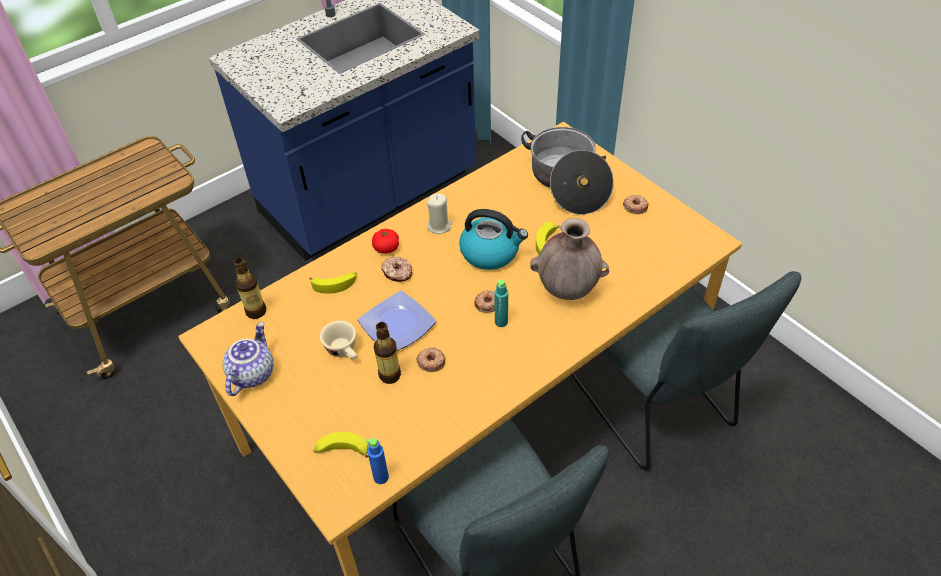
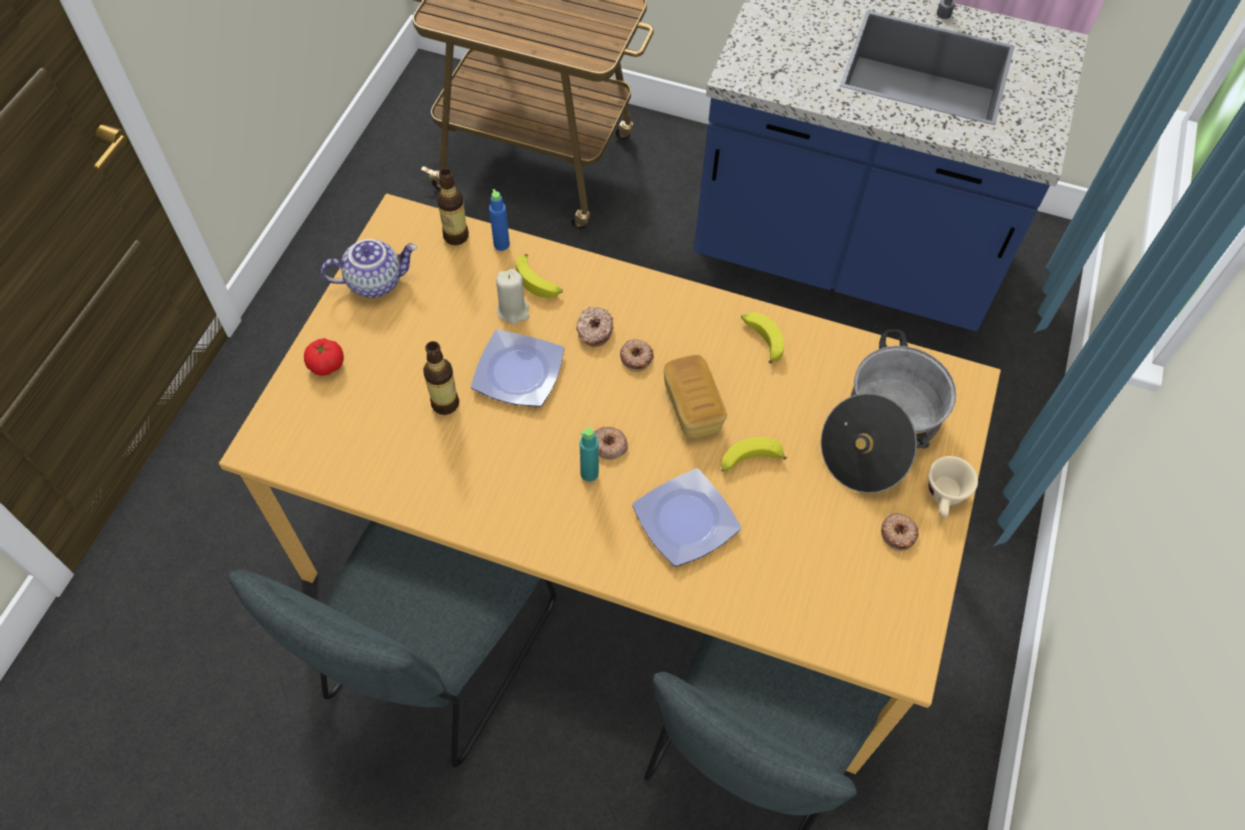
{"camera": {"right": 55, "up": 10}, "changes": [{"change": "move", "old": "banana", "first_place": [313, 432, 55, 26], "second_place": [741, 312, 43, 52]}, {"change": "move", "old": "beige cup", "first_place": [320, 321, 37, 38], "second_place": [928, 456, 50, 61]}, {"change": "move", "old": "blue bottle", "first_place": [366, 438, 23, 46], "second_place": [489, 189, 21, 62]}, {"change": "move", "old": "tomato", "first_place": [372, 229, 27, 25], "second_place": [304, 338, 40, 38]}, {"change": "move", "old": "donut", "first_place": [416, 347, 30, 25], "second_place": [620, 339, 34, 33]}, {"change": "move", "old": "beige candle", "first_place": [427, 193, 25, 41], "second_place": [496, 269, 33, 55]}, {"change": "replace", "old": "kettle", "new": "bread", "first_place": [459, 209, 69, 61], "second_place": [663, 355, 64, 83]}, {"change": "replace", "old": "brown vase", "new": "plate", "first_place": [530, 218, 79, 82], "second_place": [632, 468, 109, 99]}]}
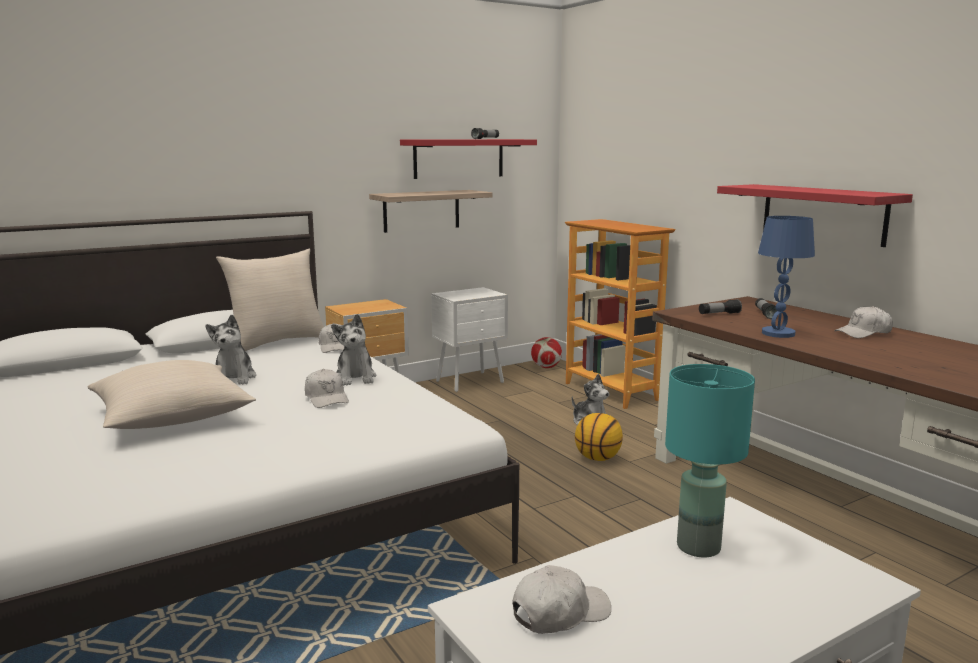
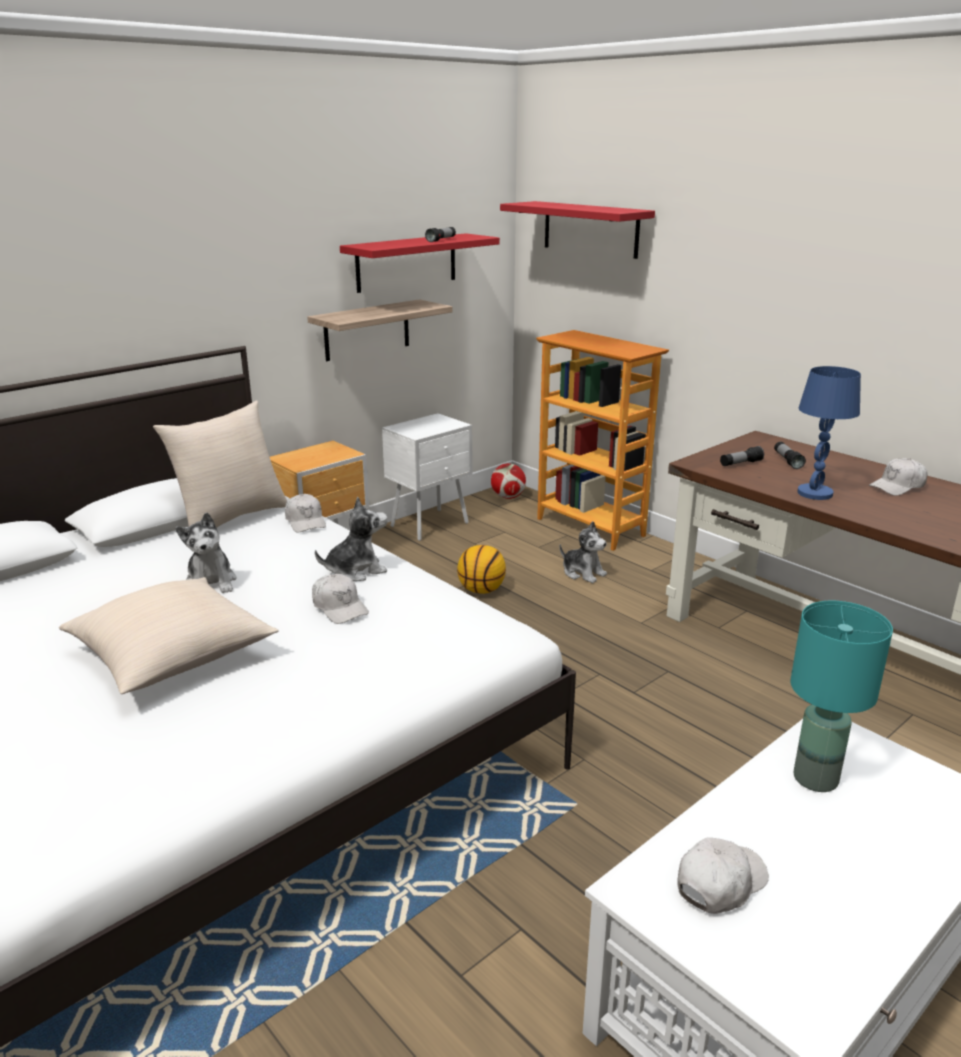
{"camera": {"right": -10, "up": 10}, "changes": [{"change": "move", "old": "basketball", "first_place": [575, 413, 48, 48], "second_place": [457, 545, 49, 49]}, {"change": "move", "old": "red shelf", "first_place": [717, 184, 196, 63], "second_place": [500, 201, 155, 58]}, {"change": "rotate", "old": "plush toy", "first_place": [331, 314, 46, 72], "second_place": [315, 497, 73, 84], "degrees": -90}]}
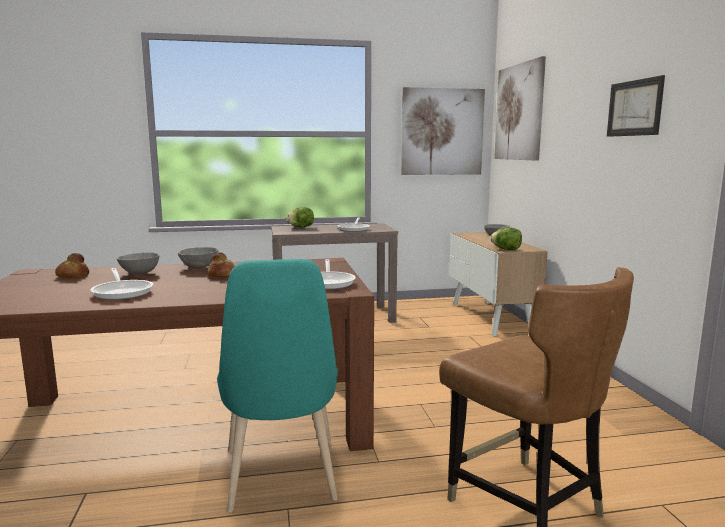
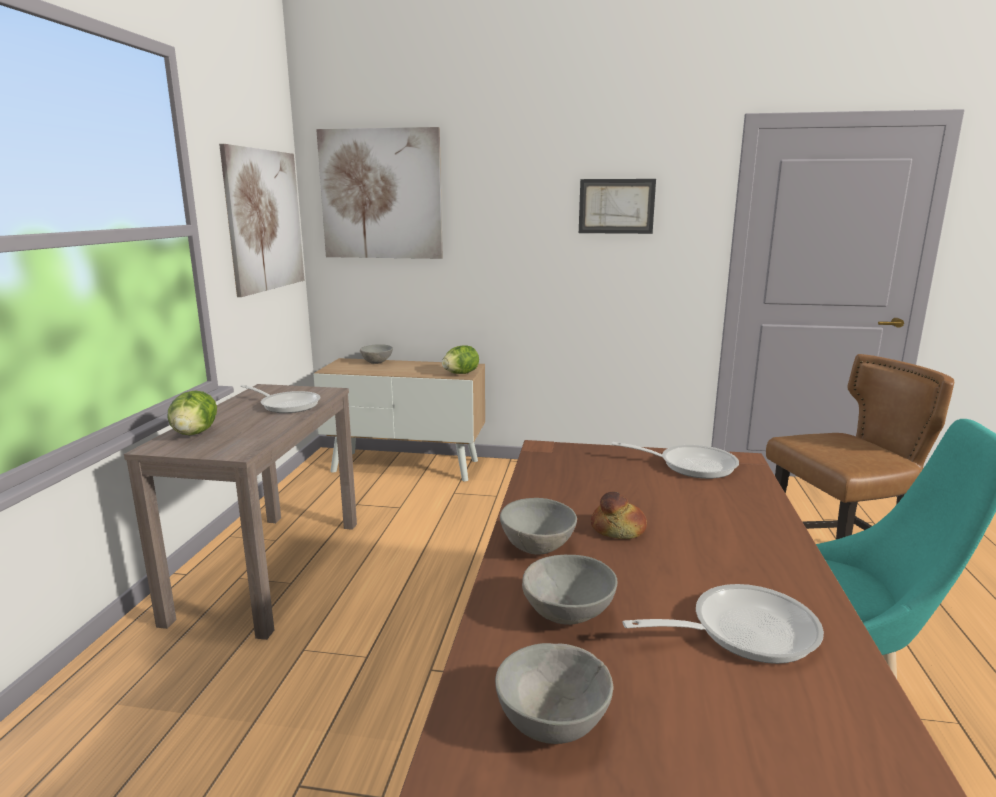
{"camera": {"right": -70, "up": 5}, "changes": [{"change": "replace", "old": "bread", "new": "grey bowl", "first_place": [55, 253, 34, 25], "second_place": [495, 643, 118, 101]}]}
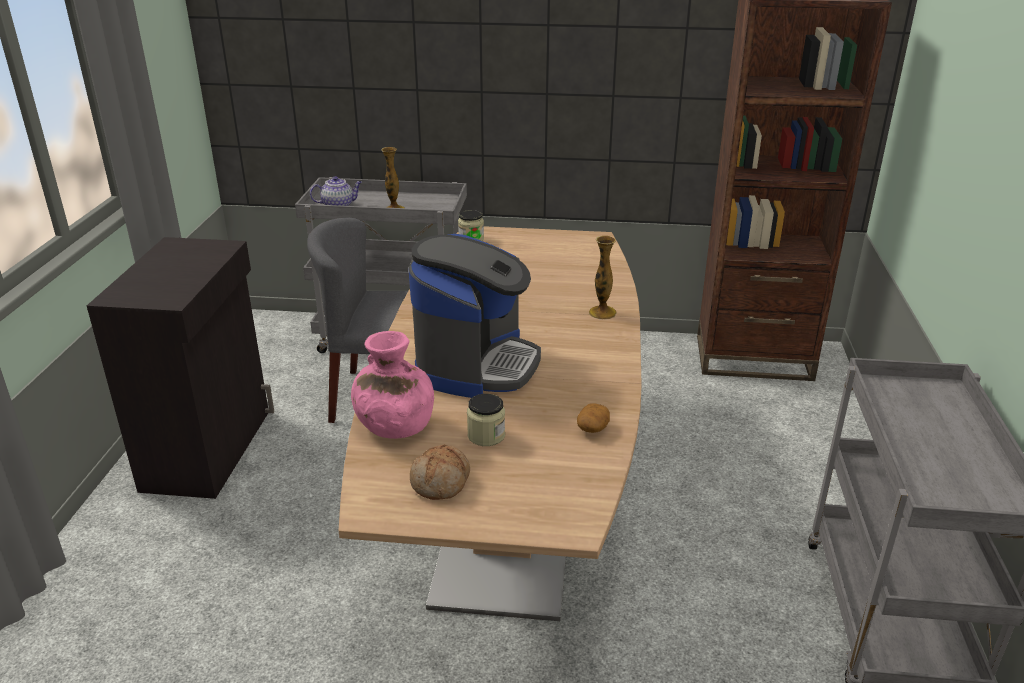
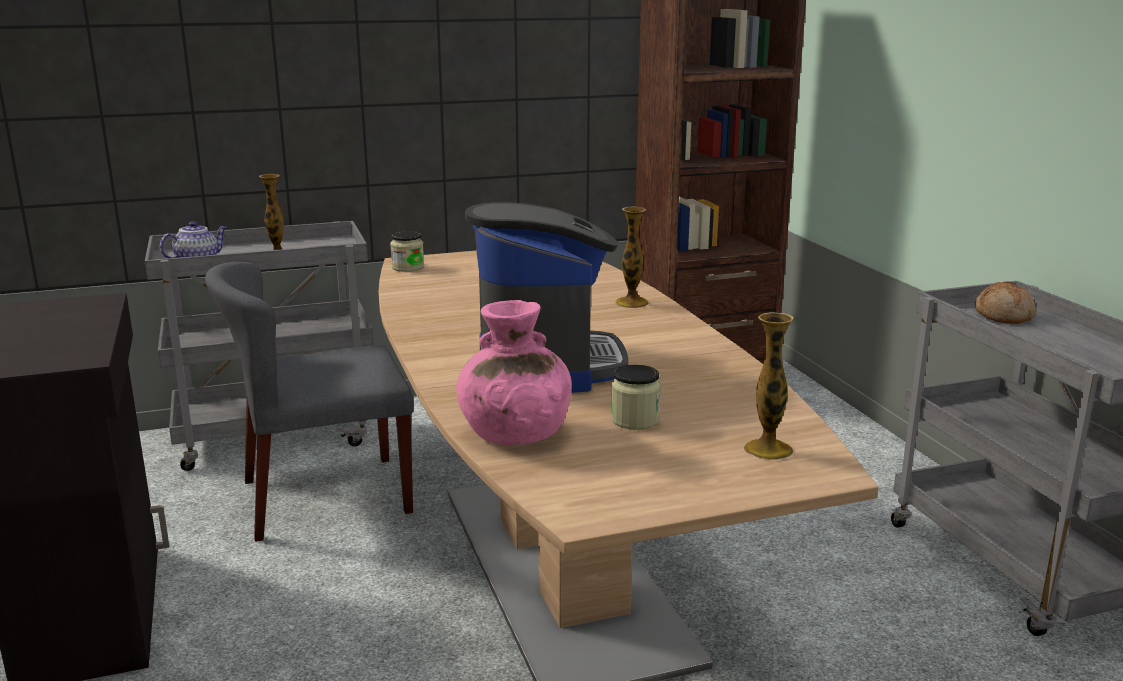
{"camera": {"right": -25, "up": -10}, "changes": [{"change": "delete", "old": "potato", "first_place": [577, 403, 33, 30]}, {"change": "insert", "new": "vase", "second_place": [744, 312, 49, 148]}, {"change": "move", "old": "bread", "first_place": [410, 445, 60, 55], "second_place": [975, 282, 61, 42]}]}
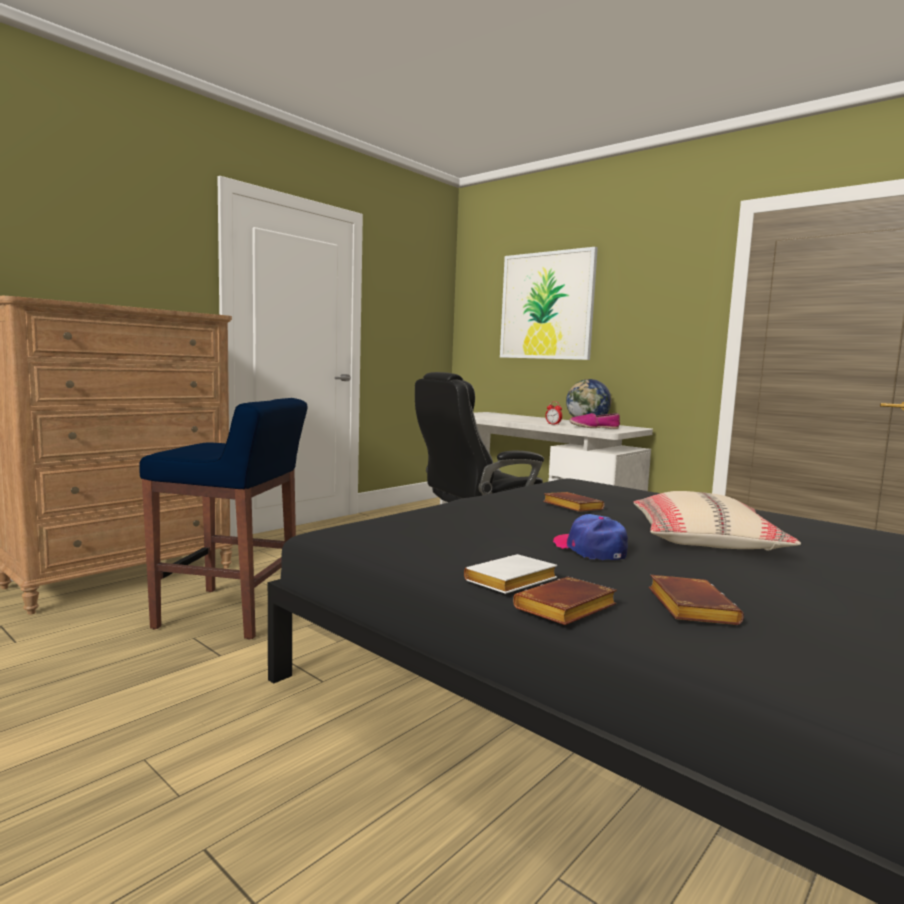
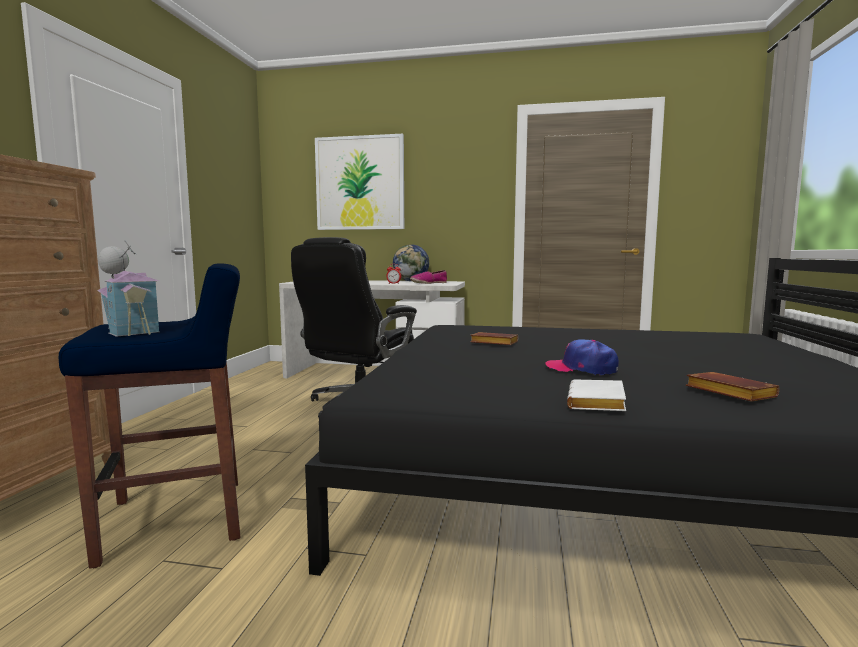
{"camera": {"right": -30, "up": 0}, "changes": [{"change": "delete", "old": "brown book", "first_place": [513, 577, 104, 48]}, {"change": "delete", "old": "beige pillow", "first_place": [633, 491, 168, 60]}, {"change": "insert", "new": "toy house", "second_place": [97, 241, 63, 96]}]}
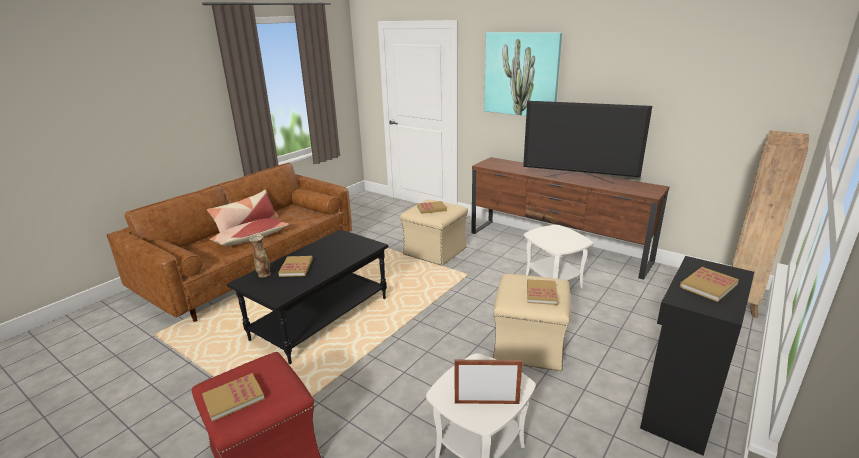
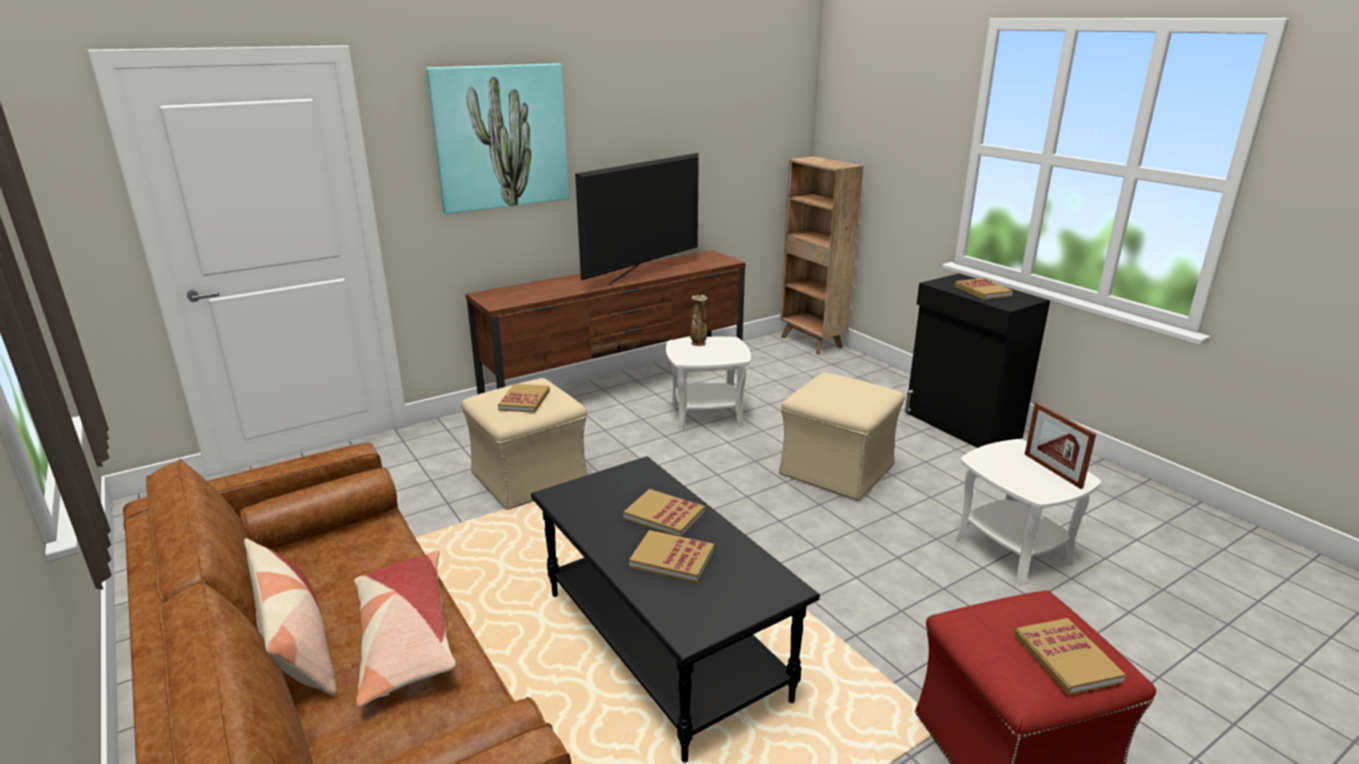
{"camera": {"right": -70, "up": 0}, "changes": [{"change": "move", "old": "vase", "first_place": [249, 235, 22, 43], "second_place": [690, 295, 18, 51]}, {"change": "move", "old": "book", "first_place": [527, 279, 31, 26], "second_place": [623, 489, 82, 48]}, {"change": "rotate", "old": "picture frame", "first_place": [455, 360, 67, 44], "second_place": [1025, 402, 71, 87], "degrees": -45}]}
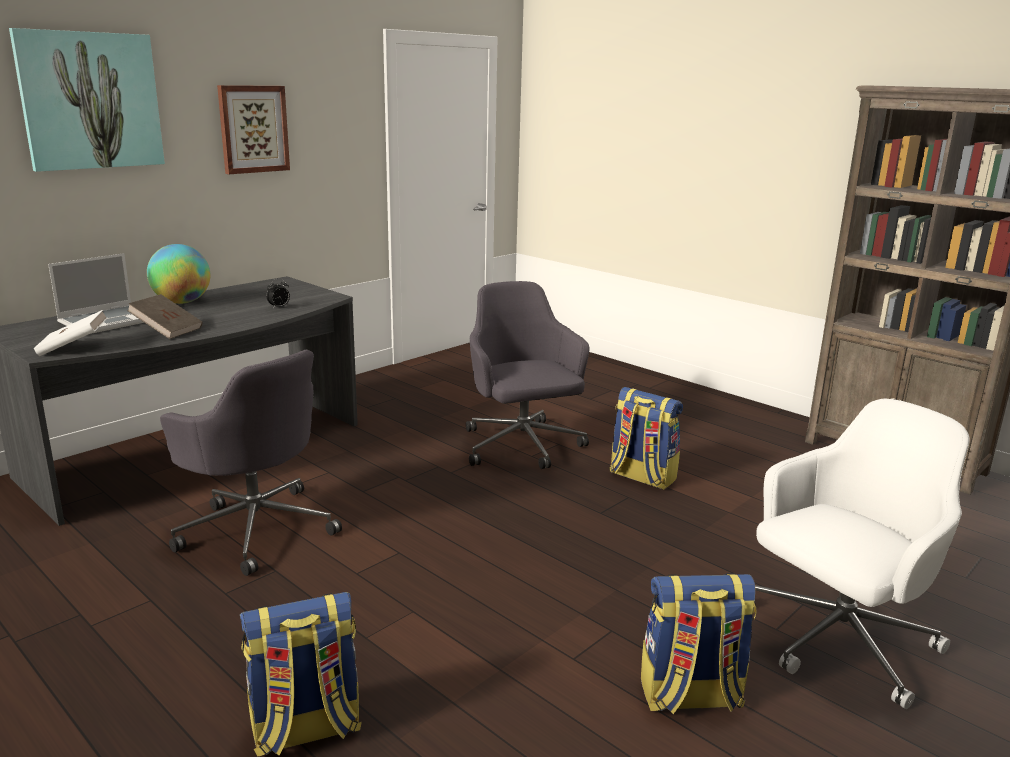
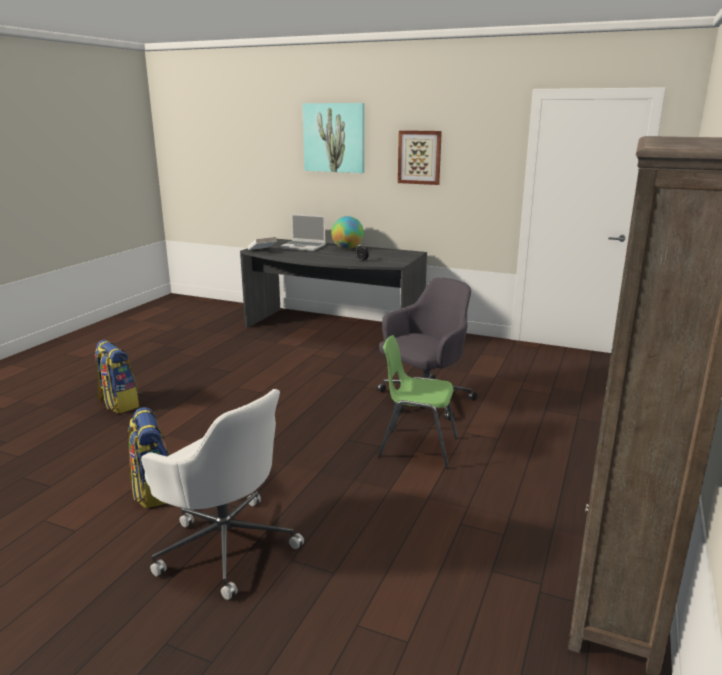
{"camera": {"right": 70, "up": 0}, "changes": [{"change": "delete", "old": "brown book", "first_place": [127, 294, 75, 45]}, {"change": "delete", "old": "grey office chair", "first_place": [160, 350, 182, 226]}, {"change": "replace", "old": "backpack", "new": "green chair", "first_place": [610, 387, 73, 103], "second_place": [378, 335, 80, 134]}]}
